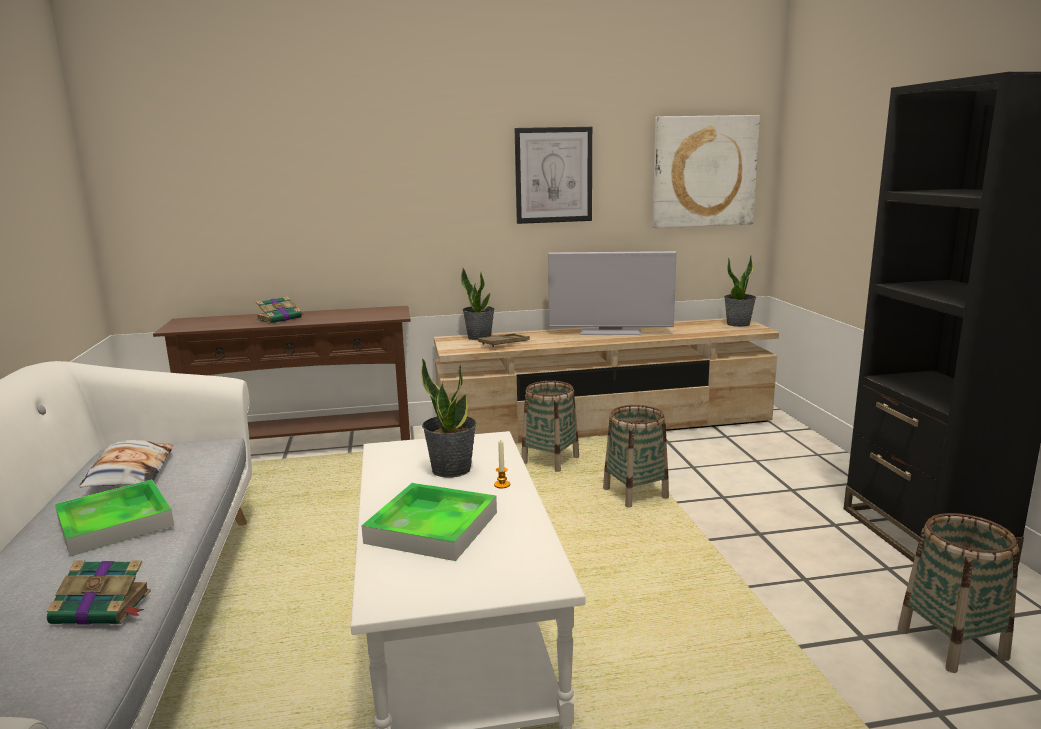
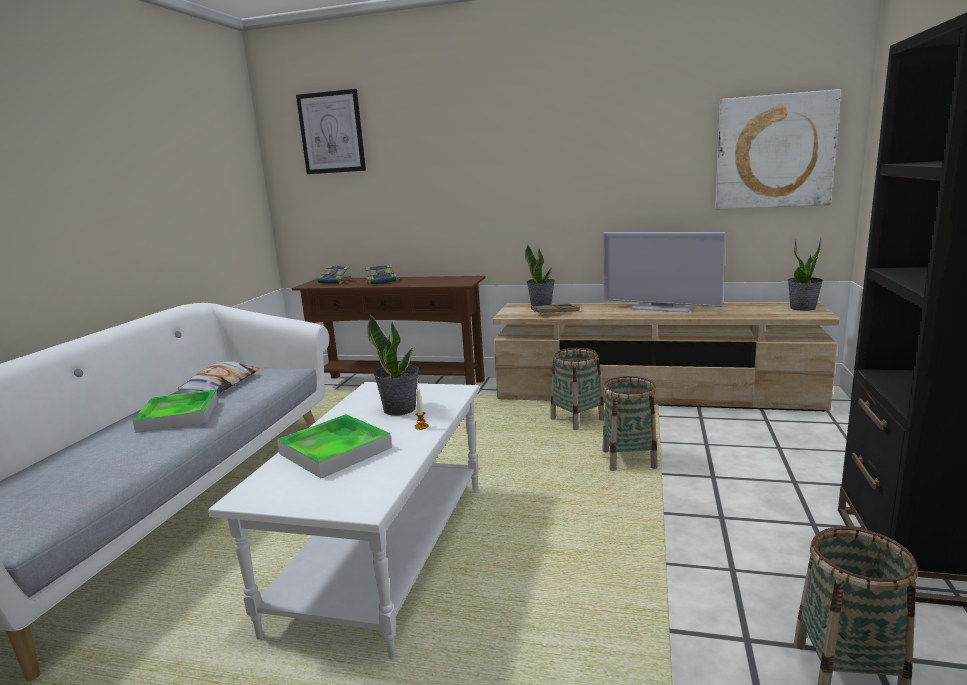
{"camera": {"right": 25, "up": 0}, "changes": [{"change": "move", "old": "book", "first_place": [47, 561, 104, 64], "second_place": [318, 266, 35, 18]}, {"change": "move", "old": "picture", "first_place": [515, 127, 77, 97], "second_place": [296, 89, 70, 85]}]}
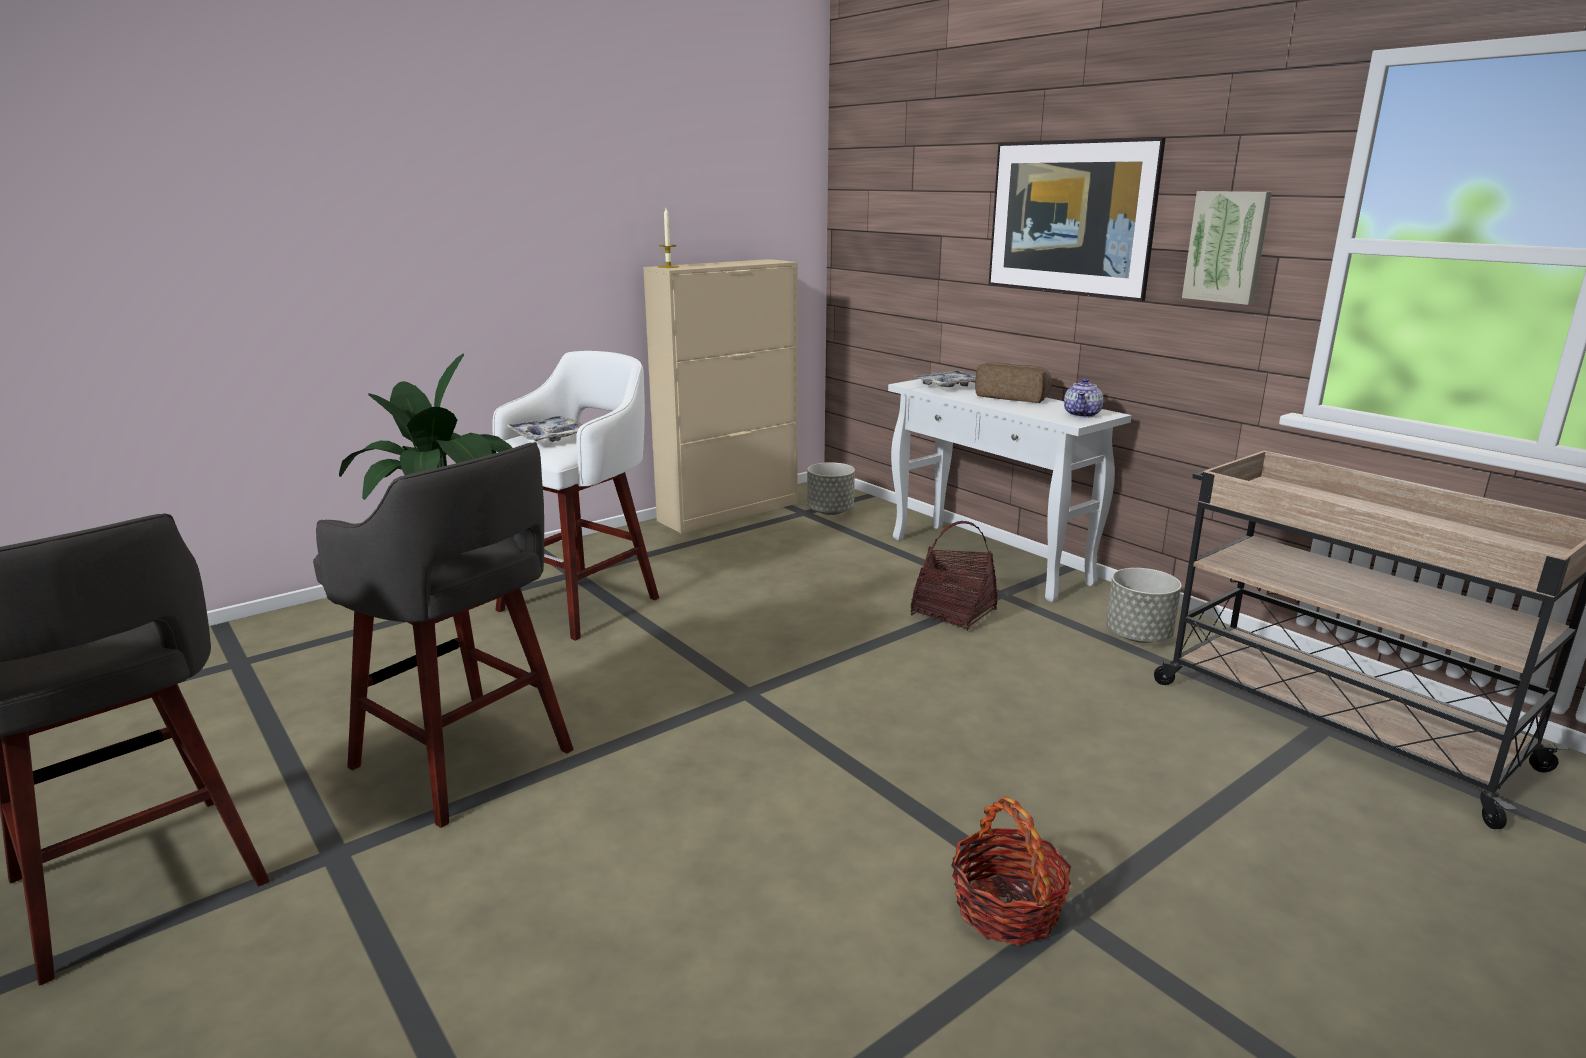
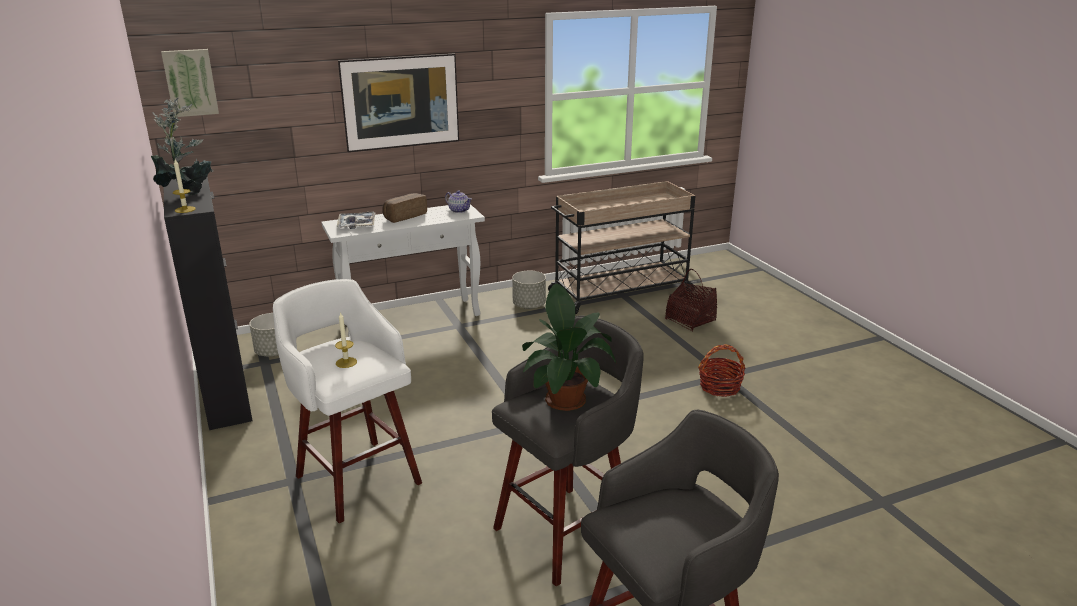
{"camera": {"right": -75, "up": 5}, "changes": [{"change": "insert", "new": "potted plant", "second_place": [151, 97, 62, 98]}, {"change": "move", "old": "basket", "first_place": [911, 521, 87, 109], "second_place": [665, 269, 52, 62]}, {"change": "move", "old": "picture", "first_place": [1182, 191, 90, 114], "second_place": [161, 49, 58, 68]}, {"change": "replace", "old": "tray", "new": "candle", "first_place": [506, 416, 77, 26], "second_place": [335, 312, 22, 56]}, {"change": "recolor", "old": "beige cabinet", "new": "black cabinet", "first_place": [643, 259, 155, 274], "second_place": [164, 177, 88, 253]}]}
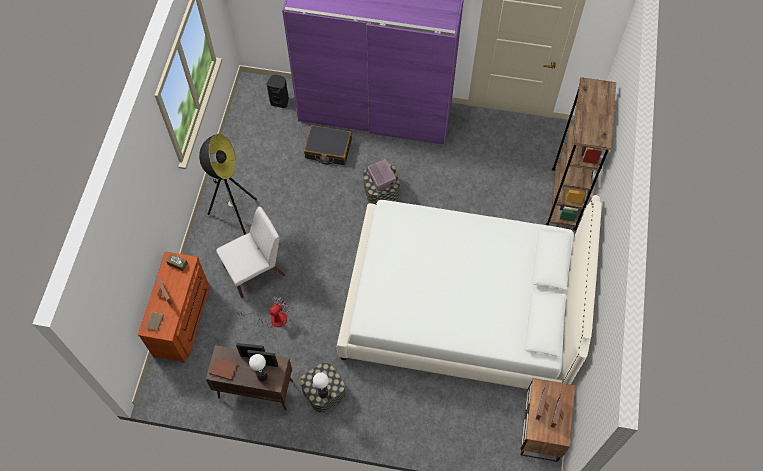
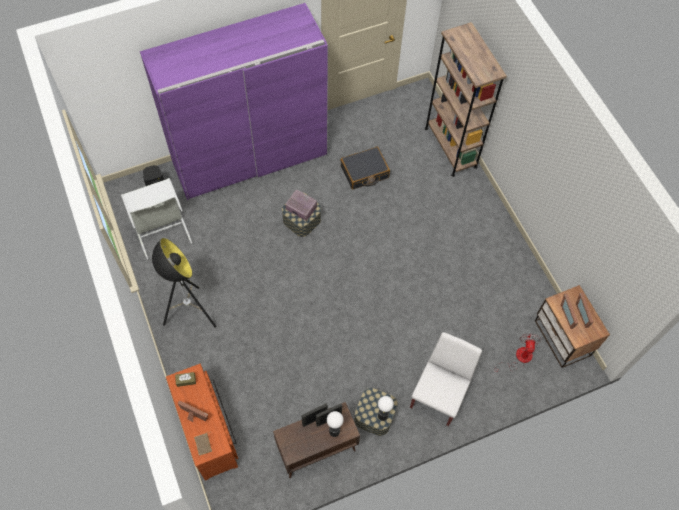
{"camera": {"right": -35, "up": 0}, "changes": [{"change": "delete", "old": "brown book", "first_place": [209, 357, 29, 23]}, {"change": "delete", "old": "white bed", "first_place": [337, 195, 265, 194]}, {"change": "insert", "new": "grey laundry basket", "second_place": [121, 178, 71, 82]}, {"change": "move", "old": "white chair", "first_place": [216, 206, 69, 92], "second_place": [410, 332, 72, 94]}, {"change": "move", "old": "fan", "first_place": [237, 296, 52, 33], "second_place": [494, 333, 47, 39]}, {"change": "move", "old": "black suitcase", "first_place": [304, 125, 48, 40], "second_place": [340, 147, 50, 42]}]}
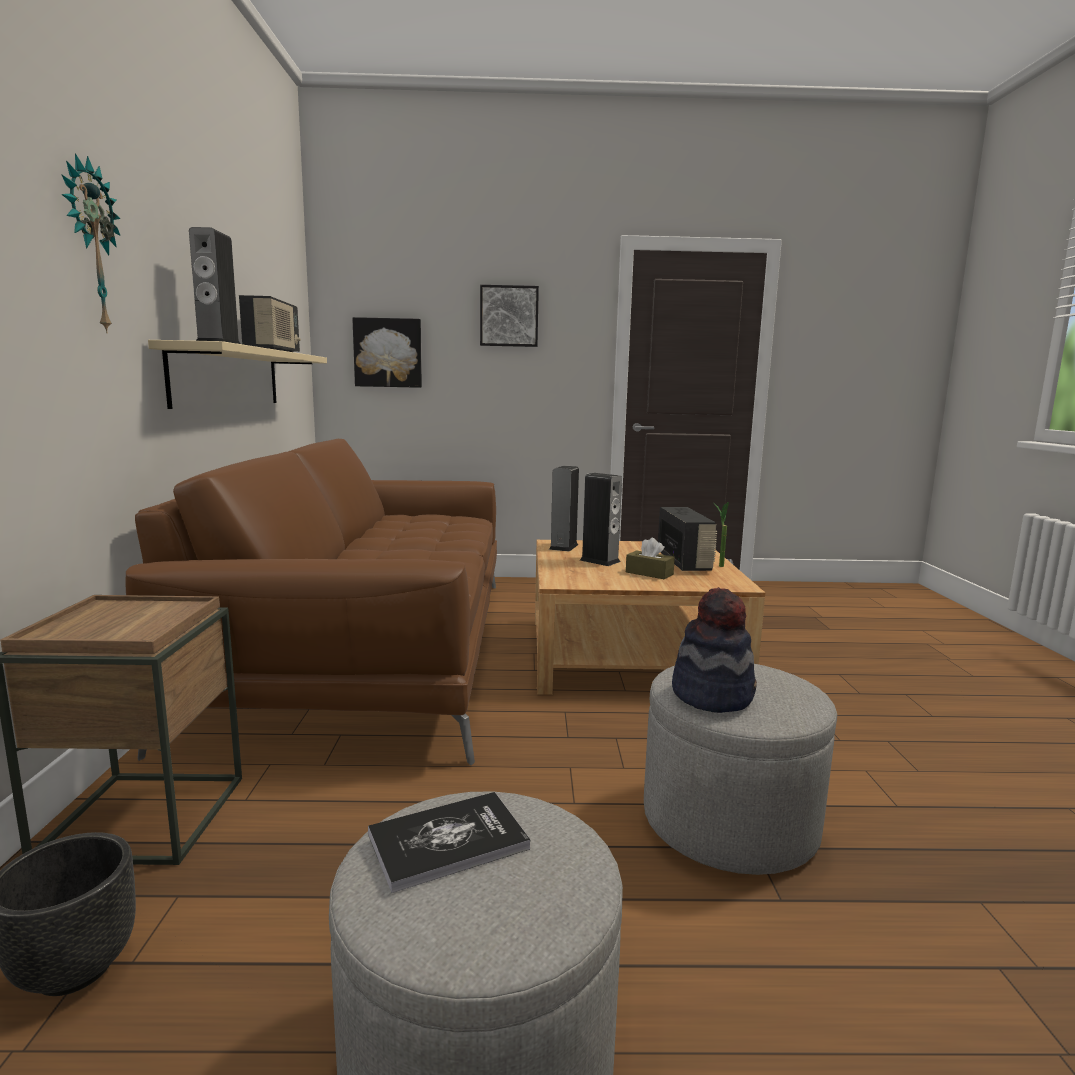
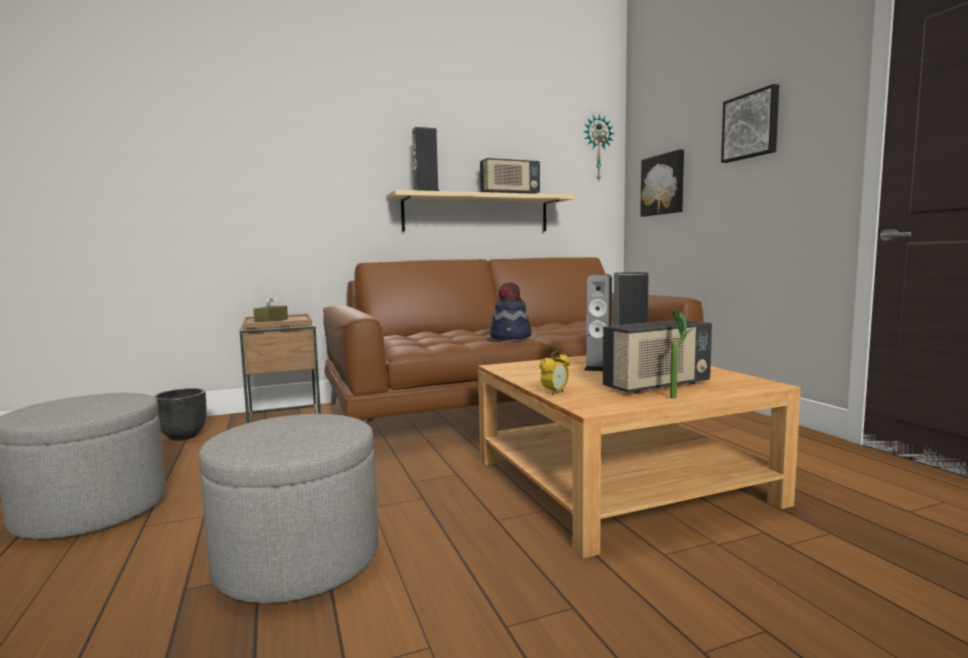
{"camera": {"right": 70, "up": -5}, "changes": [{"change": "delete", "old": "book", "first_place": [368, 792, 162, 101]}, {"change": "insert", "new": "alarm clock", "second_place": [539, 351, 31, 44]}, {"change": "move", "old": "wall clock", "first_place": [61, 153, 59, 180], "second_place": [583, 113, 31, 69]}, {"change": "move", "old": "brown tissue box", "first_place": [626, 538, 49, 41], "second_place": [253, 294, 35, 28]}, {"change": "move", "old": "hat", "first_place": [672, 587, 85, 126], "second_place": [490, 282, 41, 58]}]}
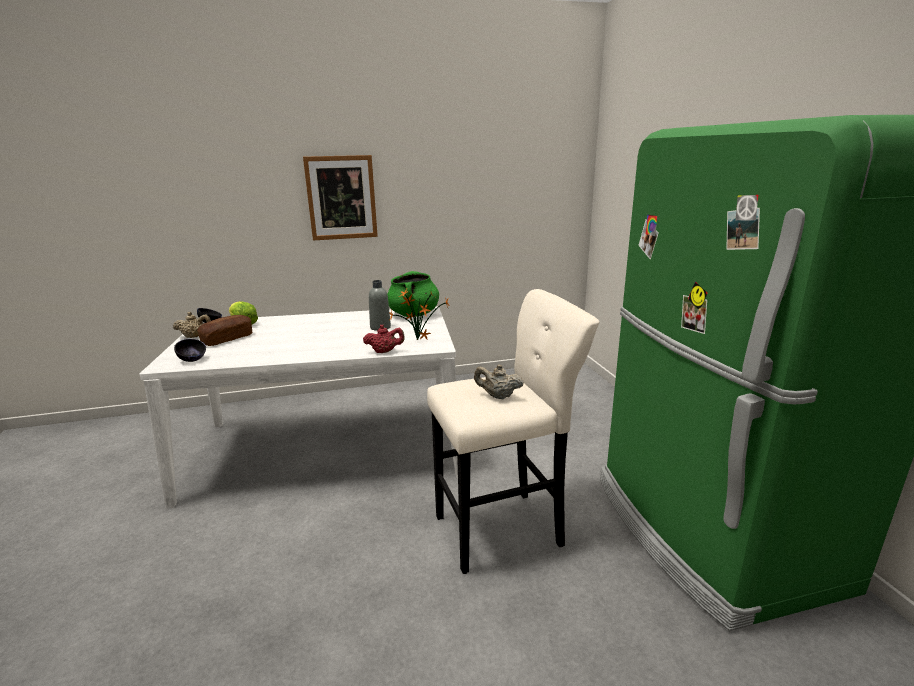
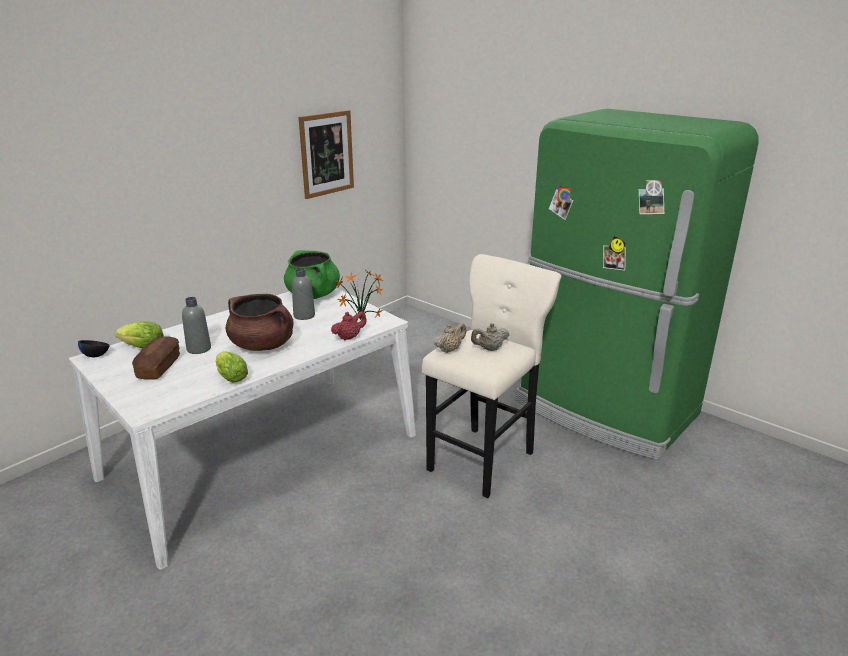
{"camera": {"right": -35, "up": 5}, "changes": [{"change": "delete", "old": "black bowl", "first_place": [174, 339, 32, 23]}, {"change": "insert", "new": "grey bottle", "second_place": [182, 297, 29, 57]}, {"change": "insert", "new": "lettuce", "second_place": [216, 351, 32, 31]}, {"change": "insert", "new": "brown cooking pot", "second_place": [226, 294, 67, 57]}, {"change": "move", "old": "beige teapot", "first_place": [173, 312, 38, 26], "second_place": [434, 323, 32, 30]}, {"change": "move", "old": "picture", "first_place": [303, 155, 75, 86], "second_place": [298, 110, 56, 89]}]}
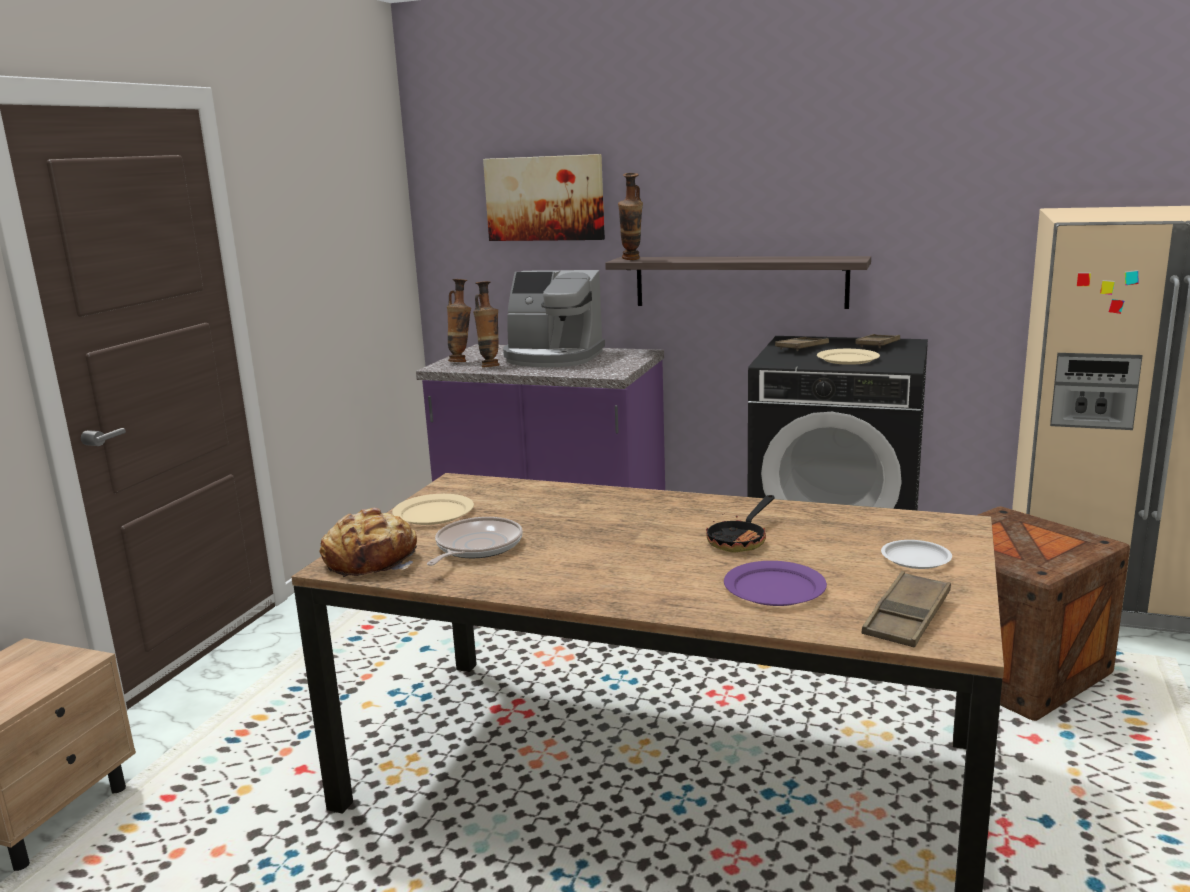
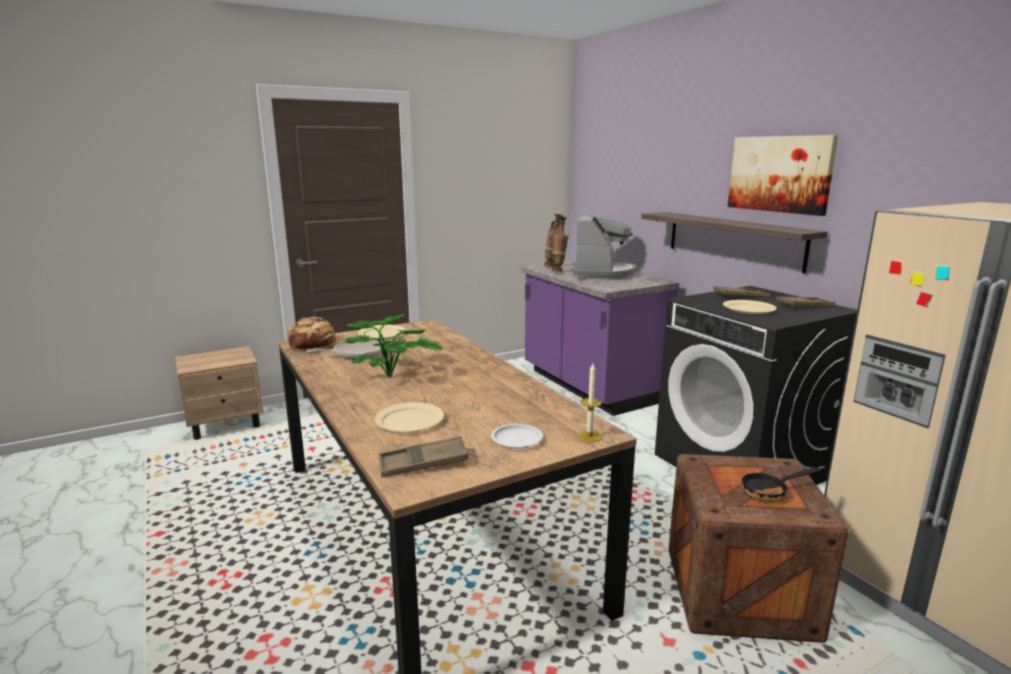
{"camera": {"right": 40, "up": 0}, "changes": [{"change": "delete", "old": "vase", "first_place": [618, 173, 25, 87]}, {"change": "insert", "new": "potted plant", "second_place": [345, 314, 98, 63]}, {"change": "insert", "new": "candle", "second_place": [577, 363, 25, 79]}, {"change": "move", "old": "picture", "first_place": [483, 154, 122, 87], "second_place": [728, 135, 110, 81]}, {"change": "move", "old": "frying pan", "first_place": [706, 495, 68, 58], "second_place": [741, 467, 79, 35]}, {"change": "recolor", "old": "purple plate", "new": "beige plate", "first_place": [724, 561, 103, 45], "second_place": [375, 402, 69, 31]}, {"change": "rotate", "old": "coffee machine", "first_place": [503, 270, 102, 97], "second_place": [573, 215, 63, 65], "degrees": -135}]}
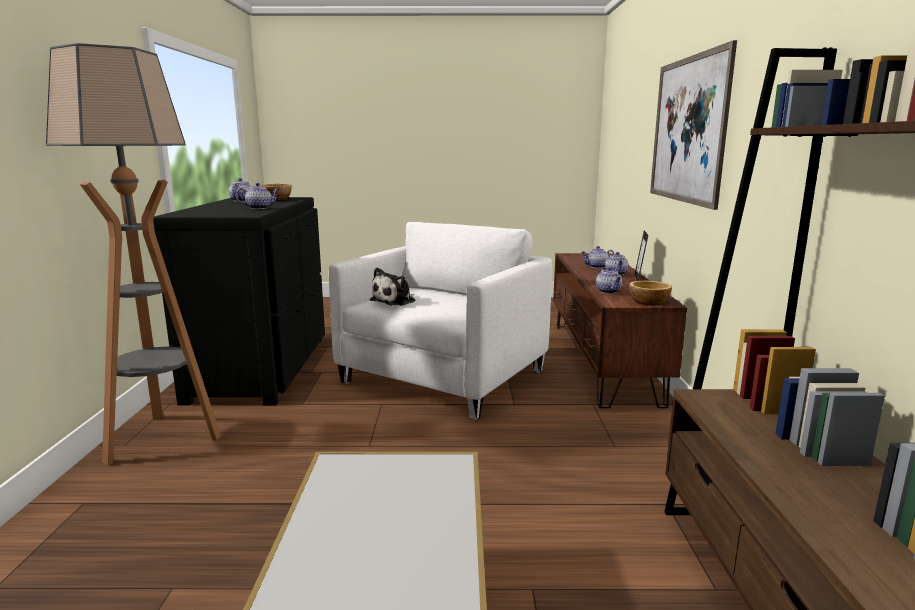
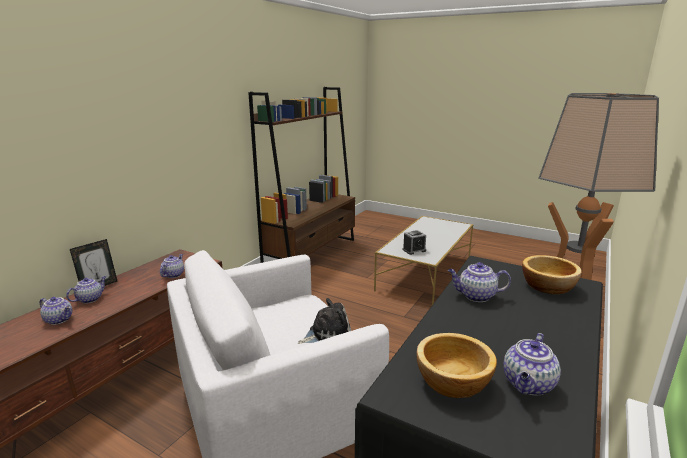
{"camera": {"right": -150, "up": 5}, "changes": [{"change": "delete", "old": "picture", "first_place": [650, 40, 87, 170]}, {"change": "insert", "new": "alarm clock", "second_place": [402, 230, 24, 25]}, {"change": "move", "old": "bowl", "first_place": [629, 281, 43, 24], "second_place": [522, 255, 60, 39]}]}
